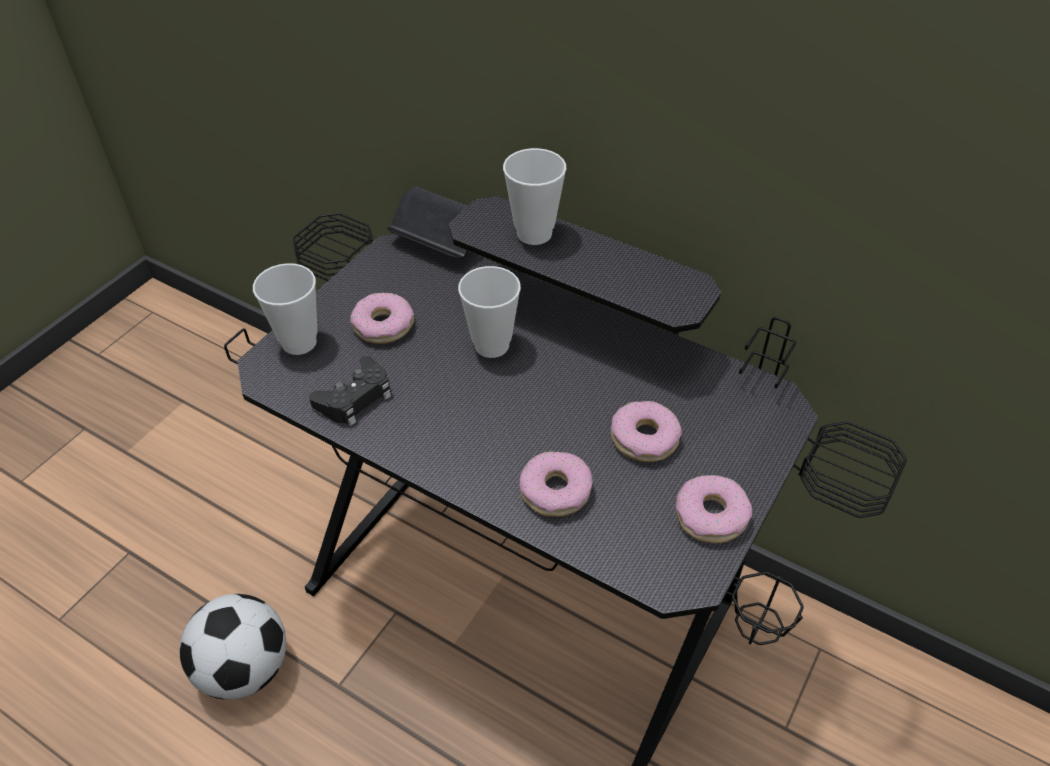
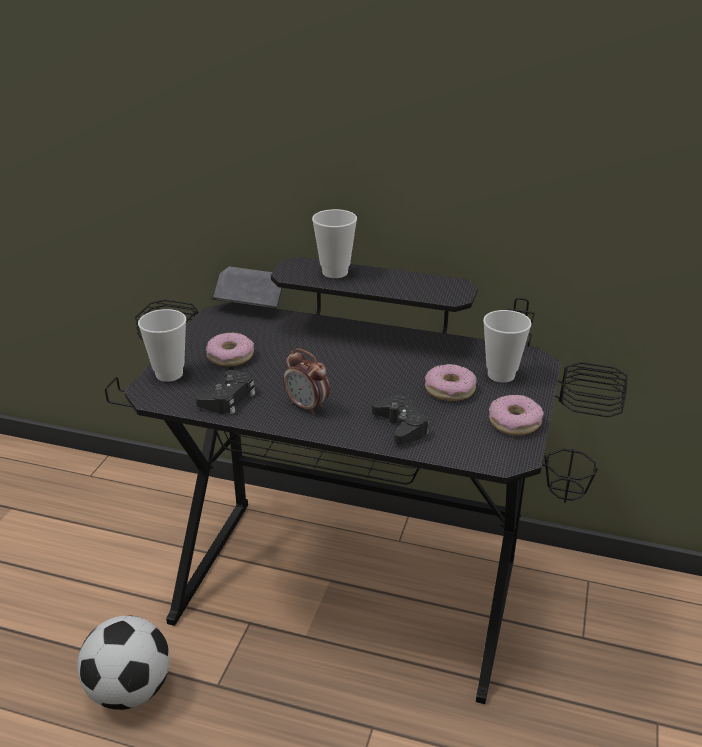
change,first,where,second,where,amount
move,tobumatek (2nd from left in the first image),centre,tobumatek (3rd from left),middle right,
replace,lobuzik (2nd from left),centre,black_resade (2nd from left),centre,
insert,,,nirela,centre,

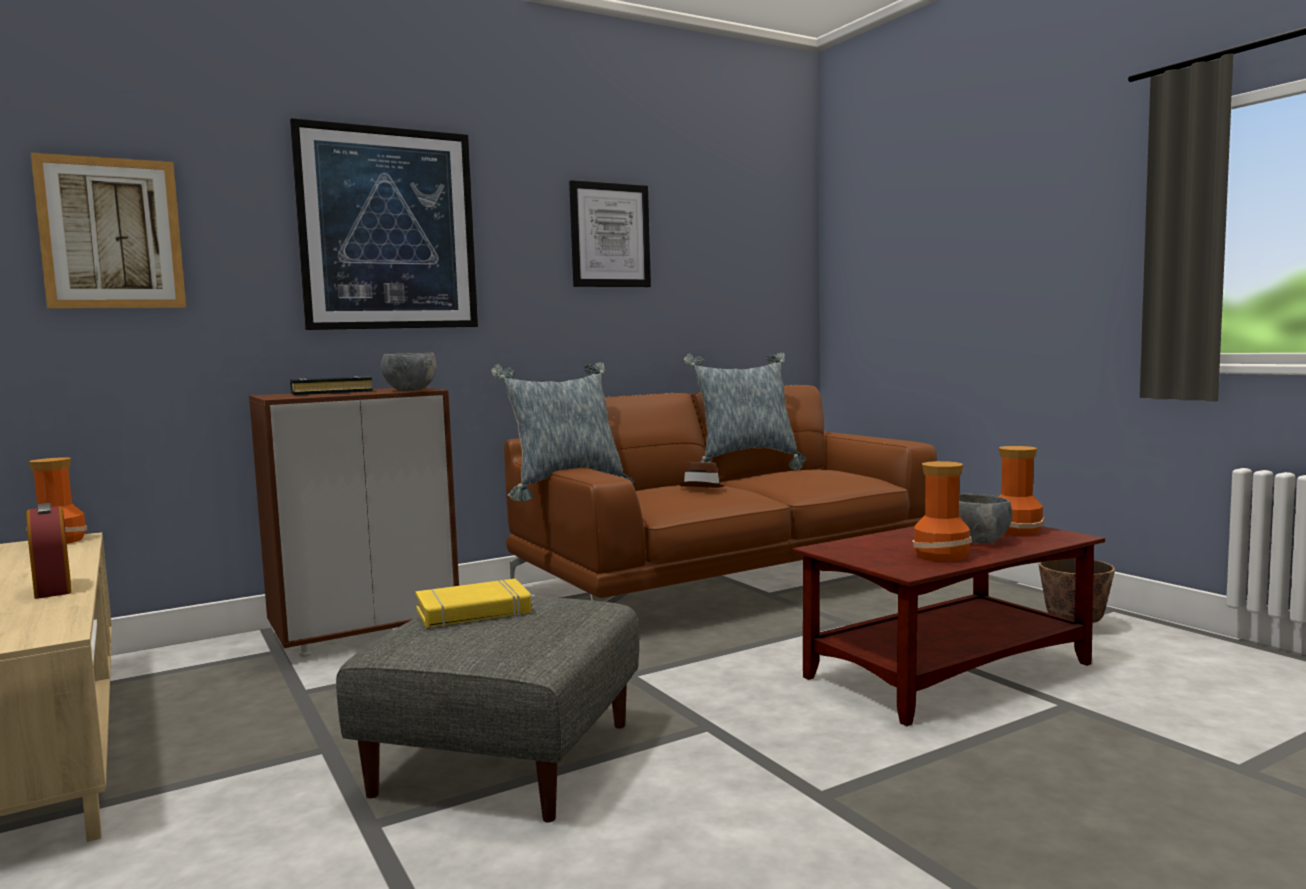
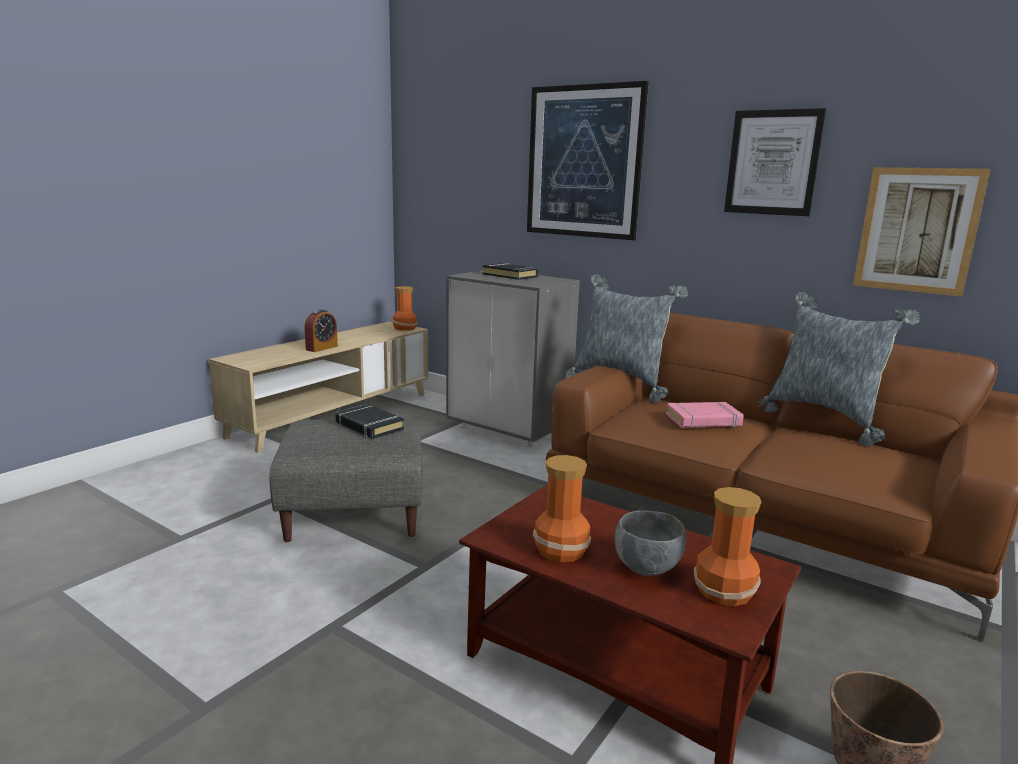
change,first,where,second,where,amount
move,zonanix (1st from left in the first image),top left,zonanix (3rd from left),top right,
recolor,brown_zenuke,middle left,grey_zenuke,centre,
delete,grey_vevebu (1st from left),middle left,,,
recolor,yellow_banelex,bottom centre,black_banelex (1st from left),centre,
replace,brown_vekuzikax,centre,pink_banelex,middle right,

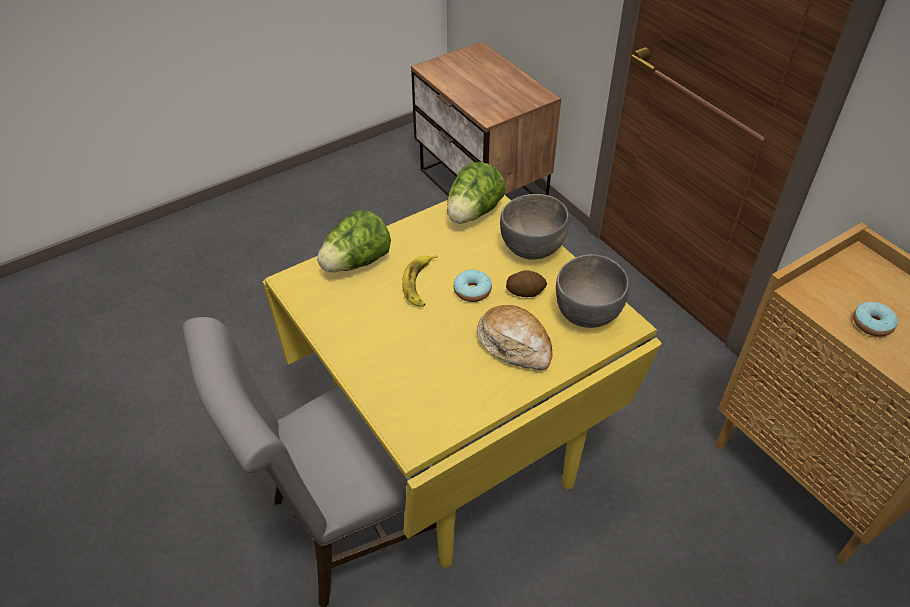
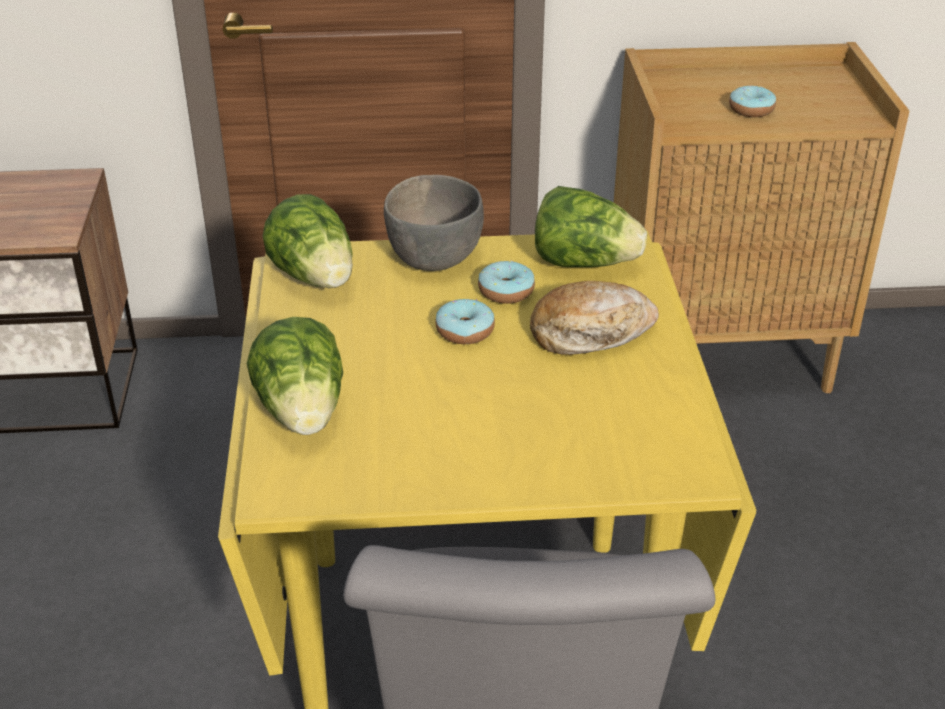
change,first,where,second,where,amount
delete,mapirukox,centre,,,
replace,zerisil,centre,lobuzik (2nd from left),centre,
replace,grey_vevebu (2nd from left),centre,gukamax (3rd from left),top centre,

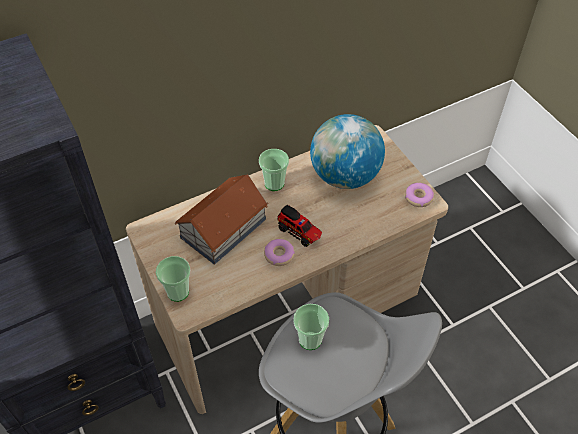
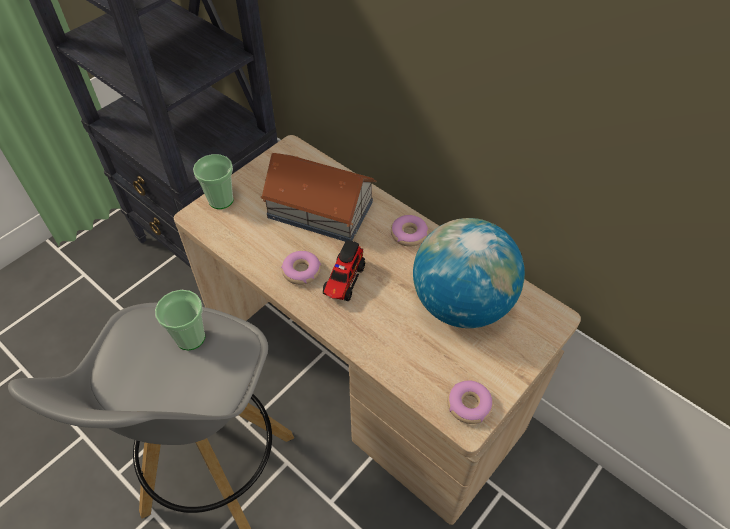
change,first,where,second,where,amount
replace,tobumatek (2nd from left),centre,lobuzik (2nd from left),centre,

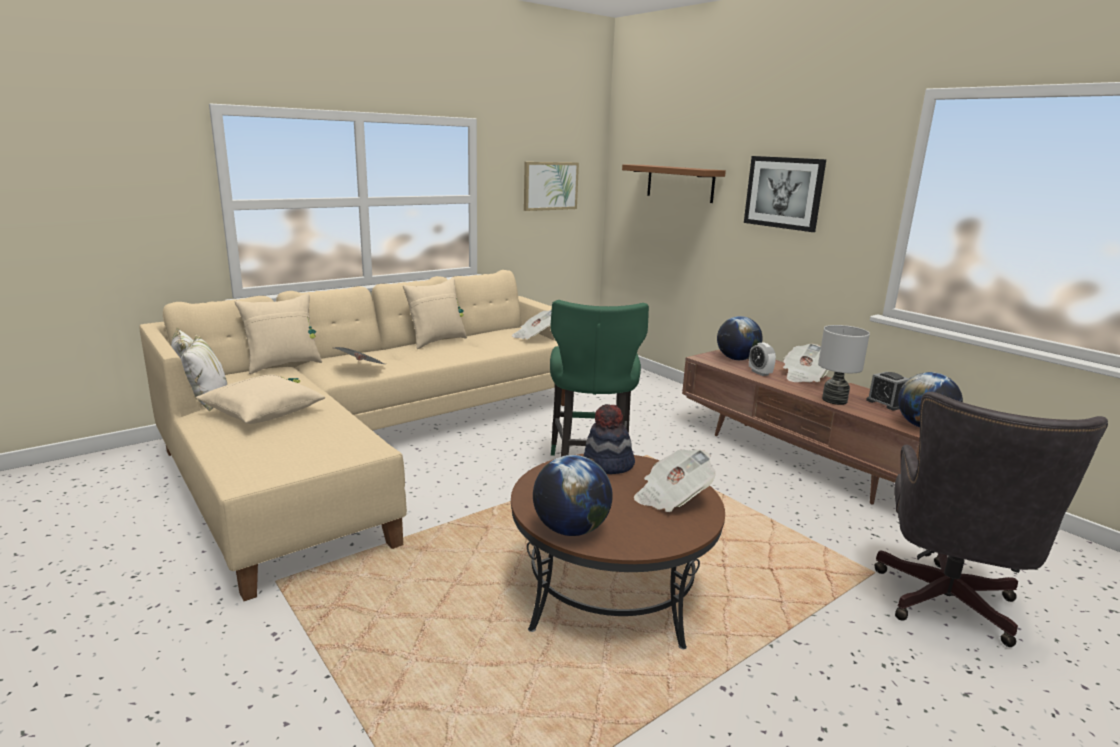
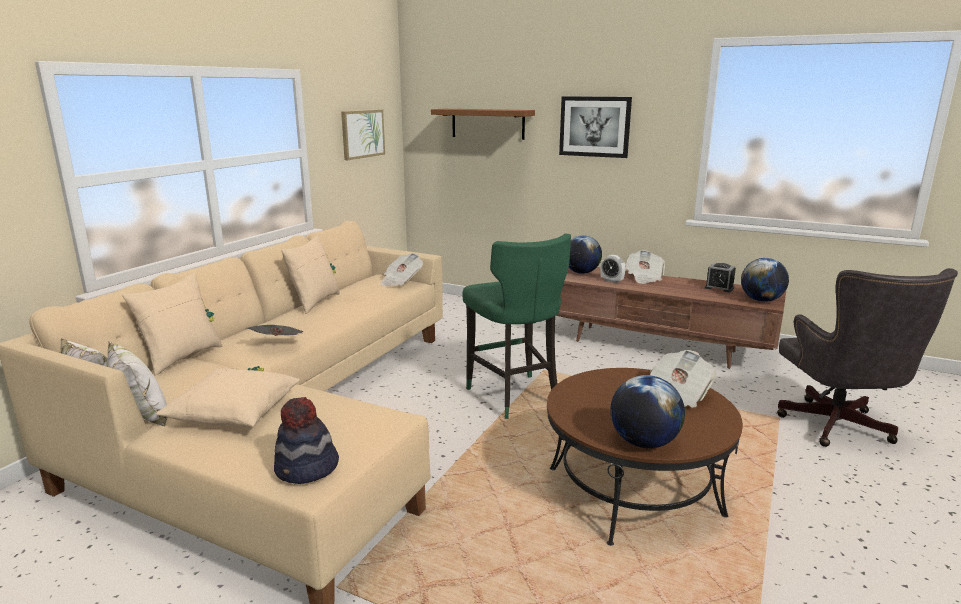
change,first,where,second,where,amount
move,vekuzikax,centre,,bottom left,
delete,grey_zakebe,middle right,,,

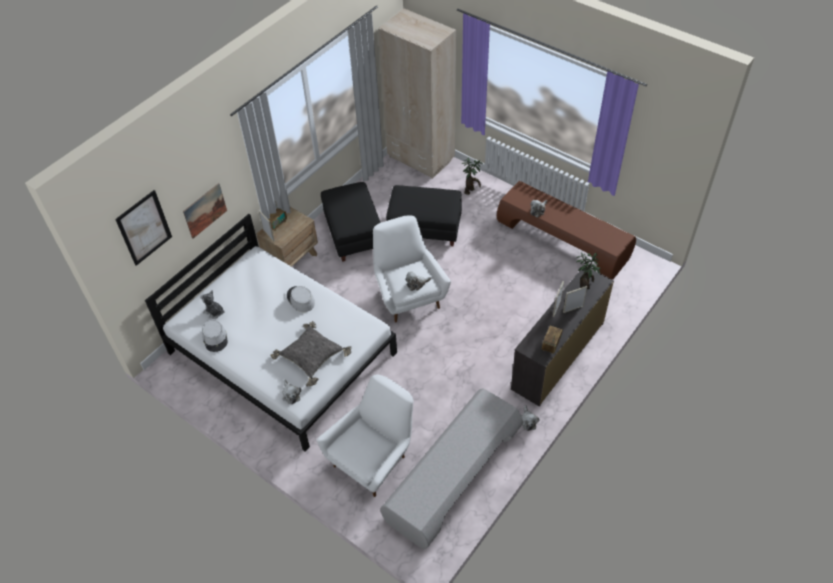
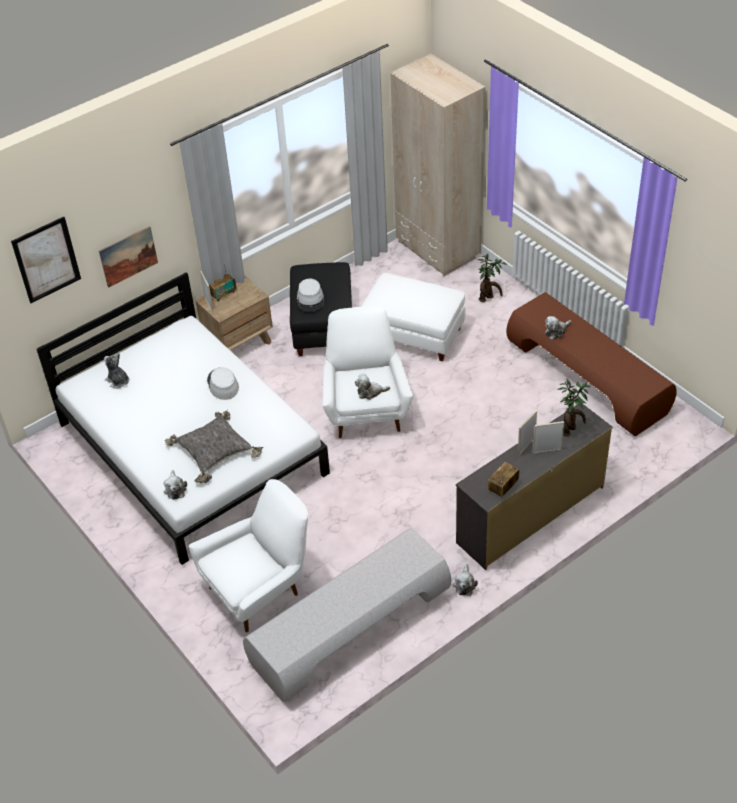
change,first,where,second,where,amount
move,grey_vekuzikax (1st from left in the first image),middle left,grey_vekuzikax (2nd from left),centre,
recolor,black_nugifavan (2nd from left),centre,white_nugifavan,centre,

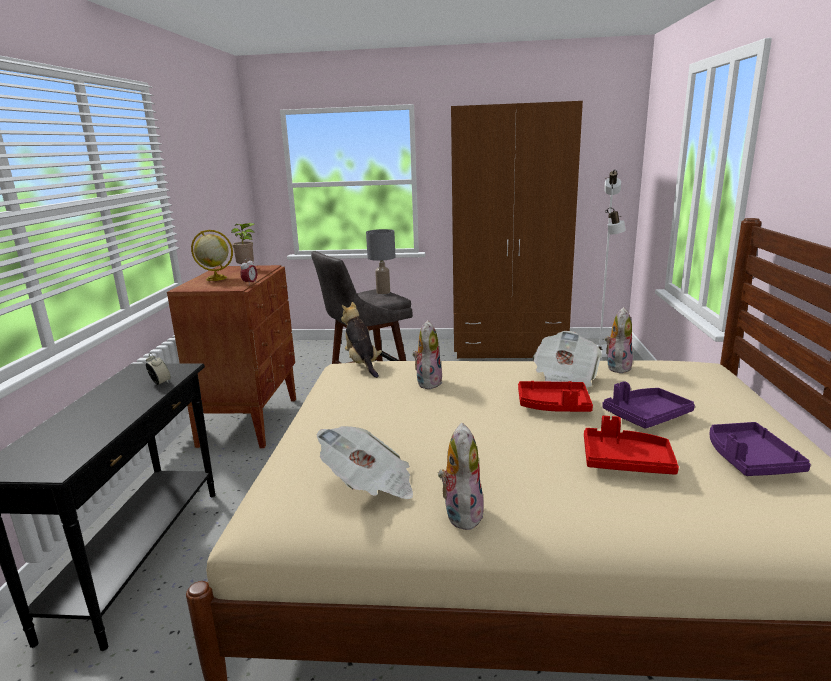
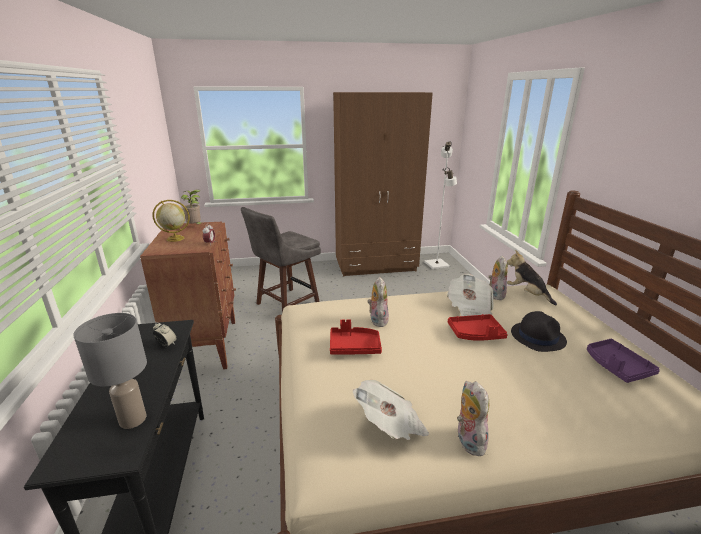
change,first,where,second,where,amount
move,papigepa (1st from left in the first image),centre,papigepa (4th from left),middle right,
move,grey_zakebe,centre,,bottom left,
move,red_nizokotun (2nd from left in the first image),middle right,red_nizokotun (1st from left),centre,
replace,purple_nizokotun (1st from left),middle right,black_vekuzikax,middle right,

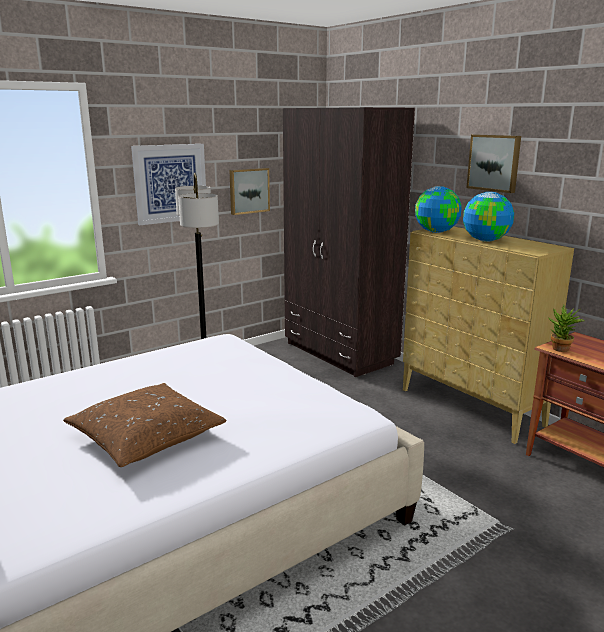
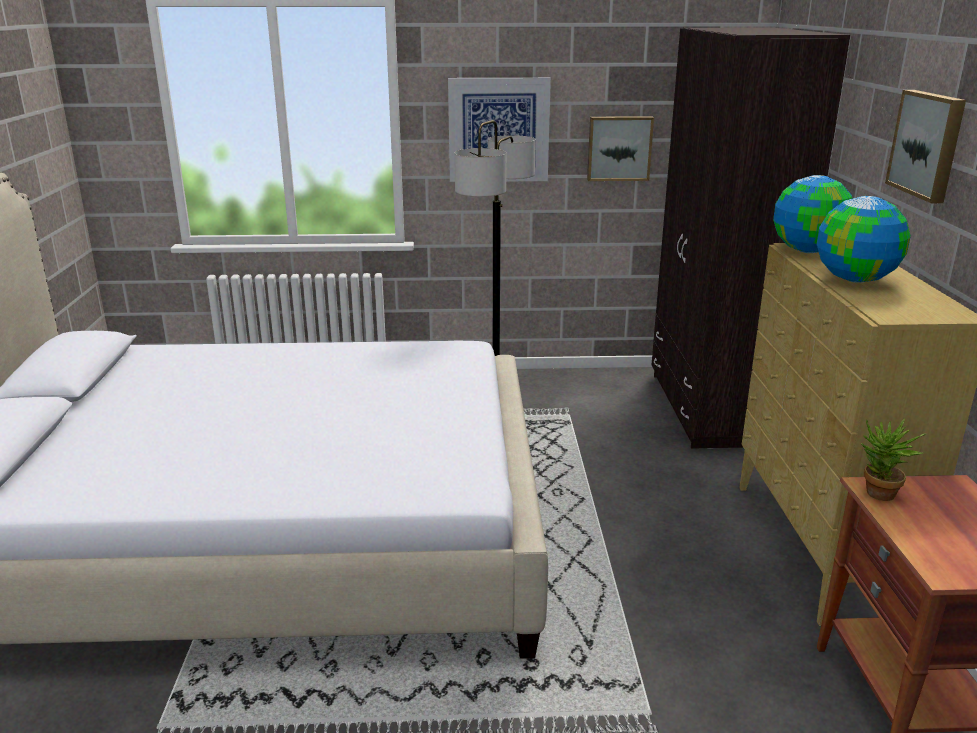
change,first,where,second,where,amount
delete,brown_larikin,bottom left,,,

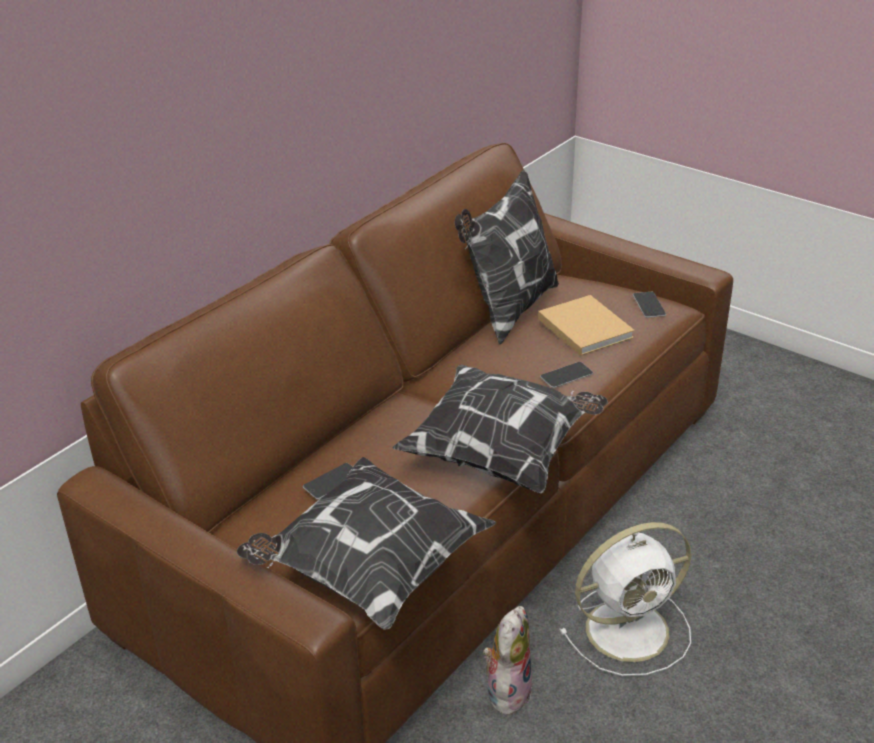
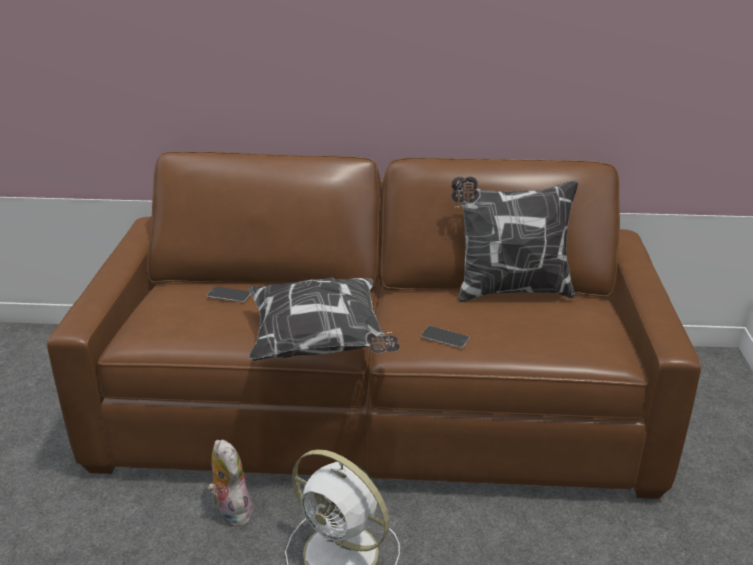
change,first,where,second,where,amount
delete,larikin (1st from left),bottom centre,,,
rotate,papigepa,bottom centre,,bottom left,105 degrees counterclockwise
delete,beige_banelex,middle right,,,
delete,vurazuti (3rd from left),middle right,,,

